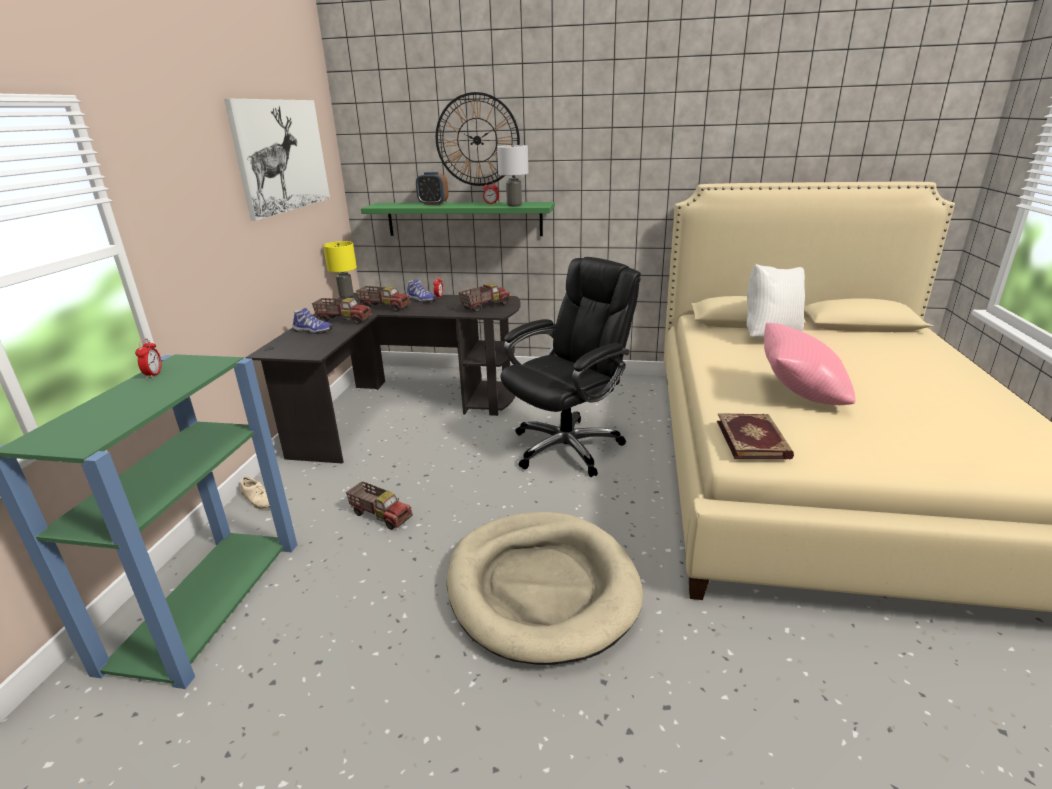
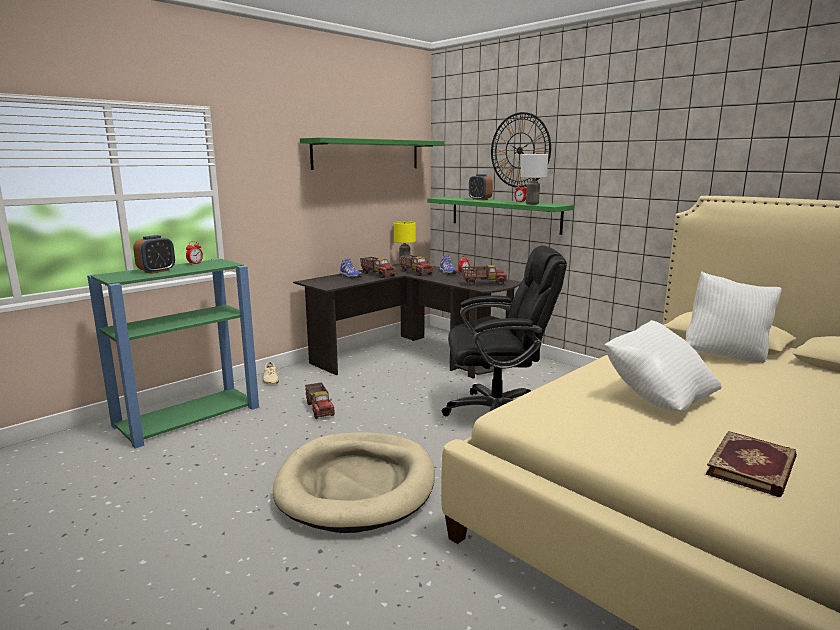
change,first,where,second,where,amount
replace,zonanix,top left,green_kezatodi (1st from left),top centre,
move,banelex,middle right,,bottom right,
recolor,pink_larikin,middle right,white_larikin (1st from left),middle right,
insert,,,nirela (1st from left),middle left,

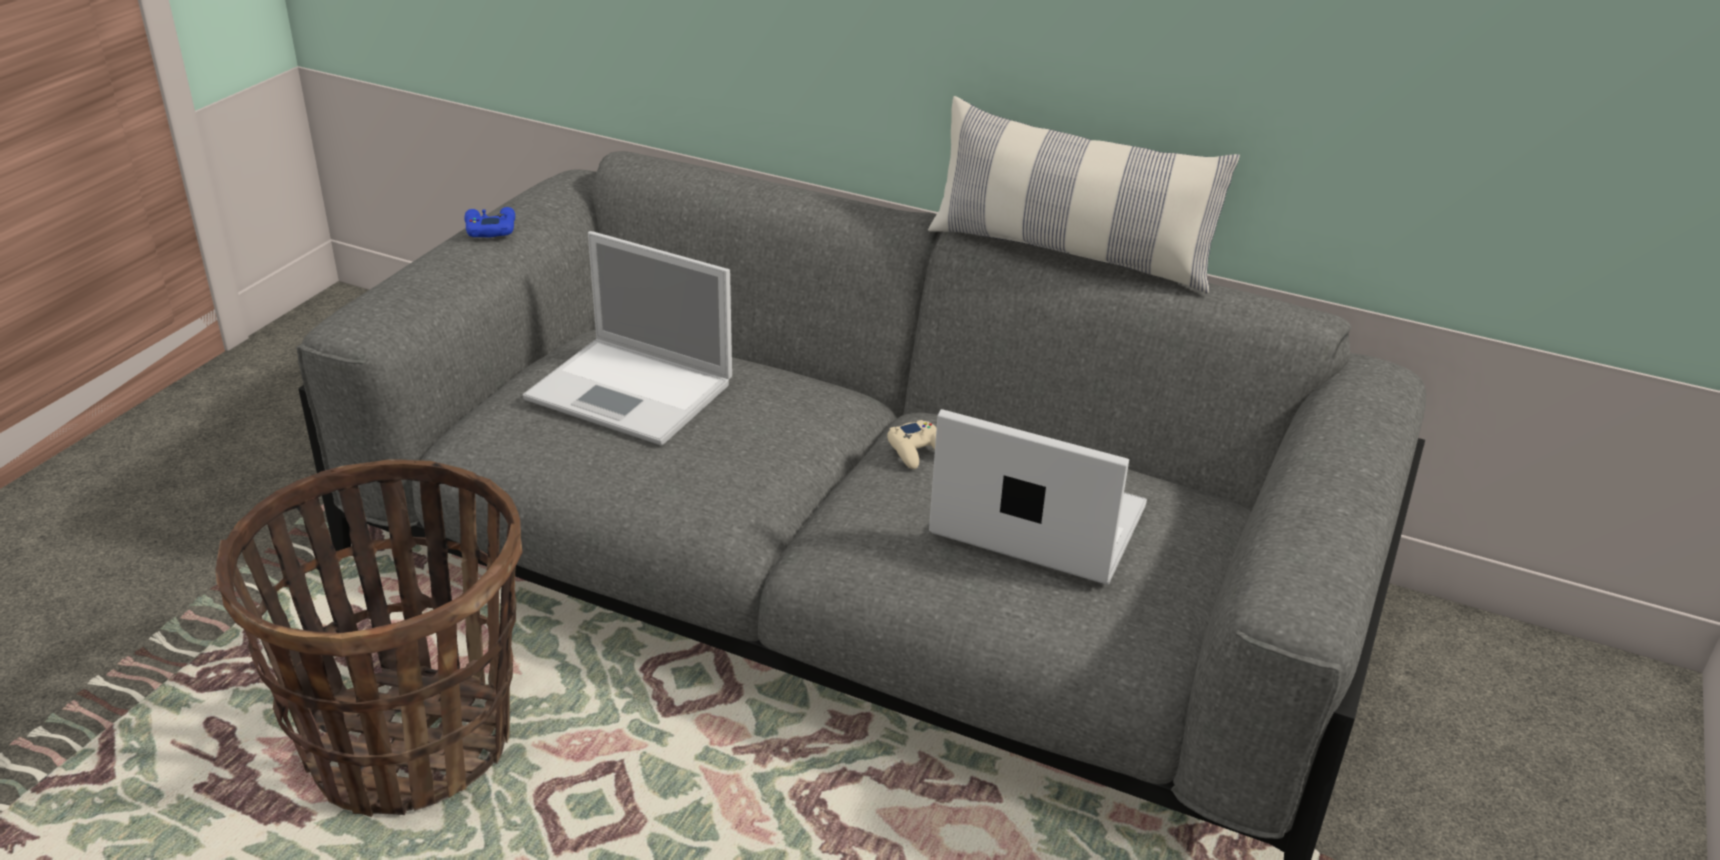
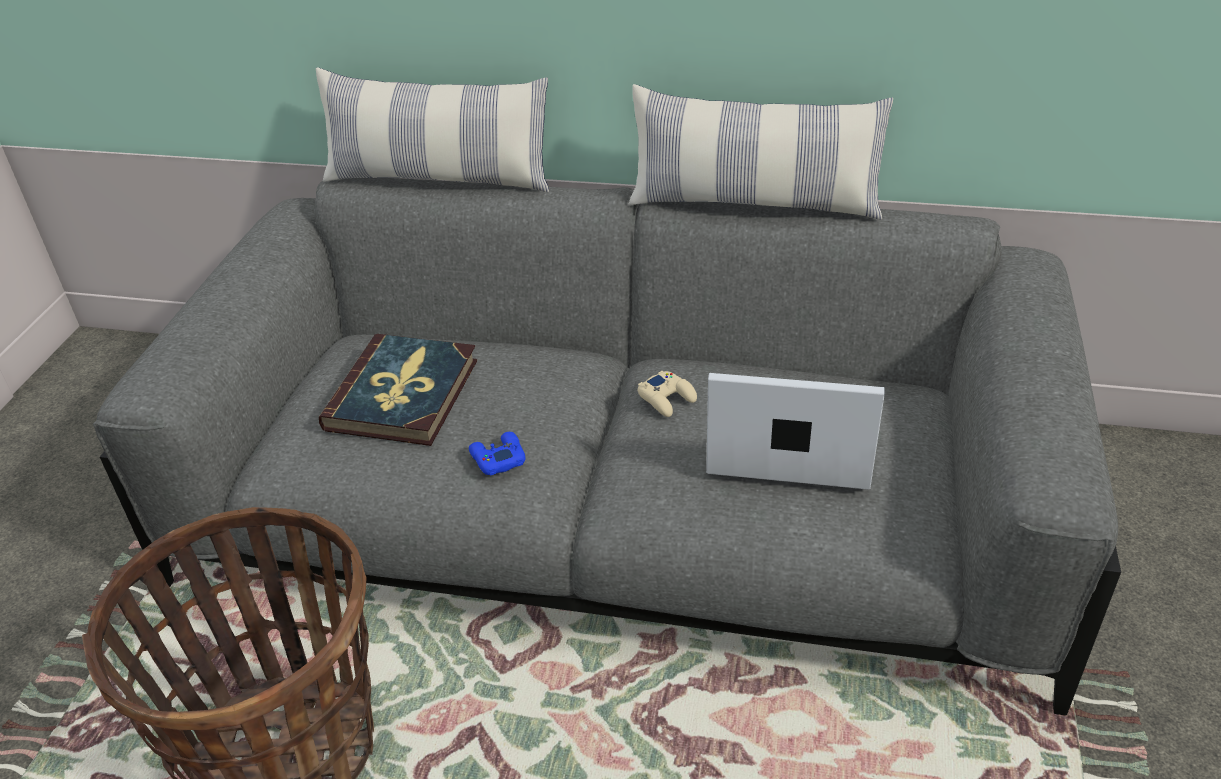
change,first,where,second,where,amount
move,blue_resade,top left,,centre,
replace,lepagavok (1st from left),centre,banelex,middle left,
insert,,,larikin (1st from left),top centre,

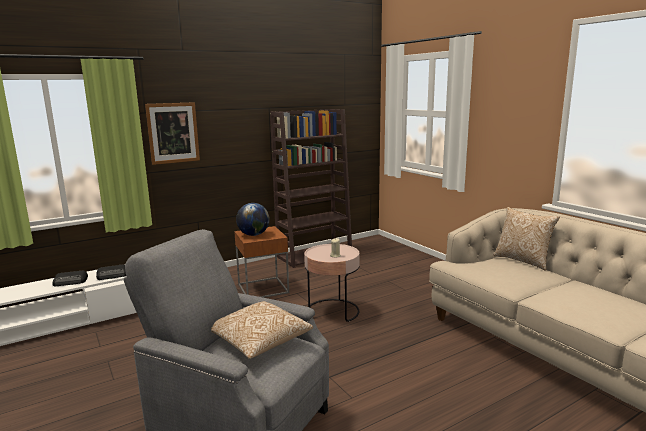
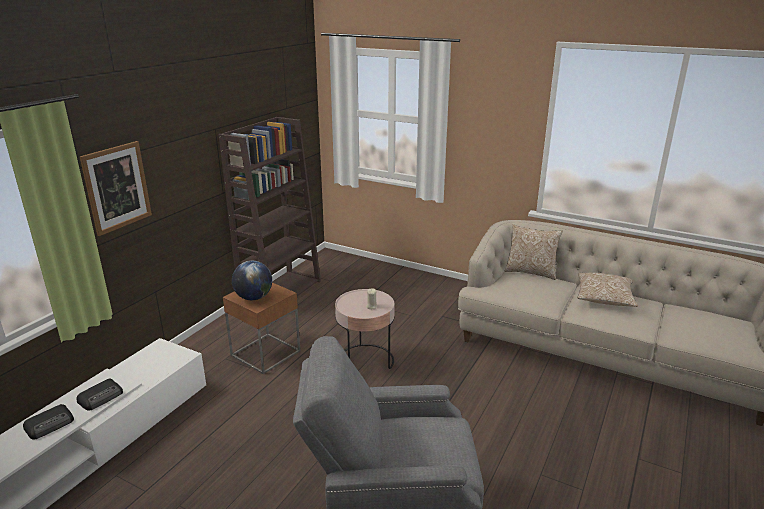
change,first,where,second,where,amount
move,larikin (1st from left in the first image),bottom centre,larikin (2nd from left),middle right,

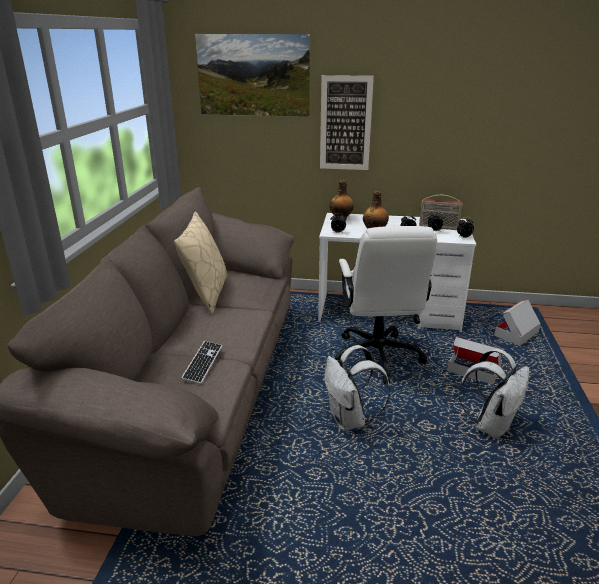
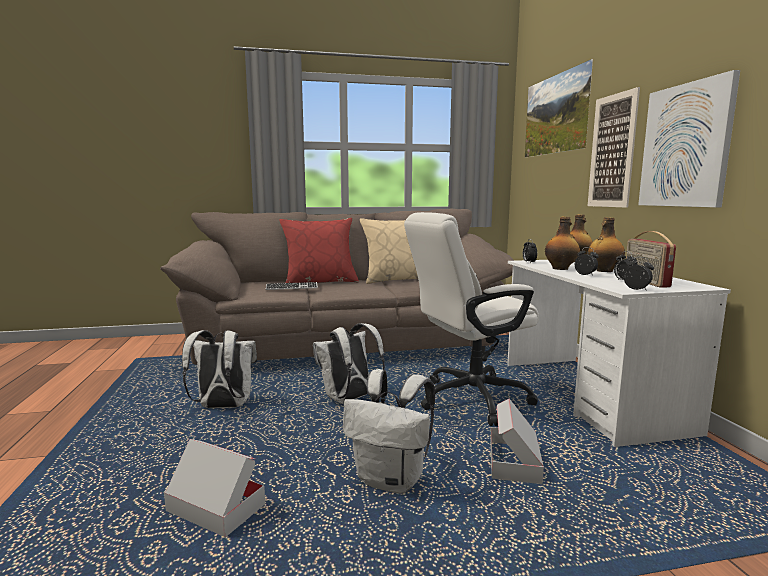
change,first,where,second,where,amount
move,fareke (2nd from left in the first image),middle right,fareke (1st from left),bottom left,
insert,,,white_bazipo (1st from left),middle left,
insert,,,red_larikin,centre,
insert,,,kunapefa (3rd from left),middle right,
insert,,,zonanix (3rd from left),top right,

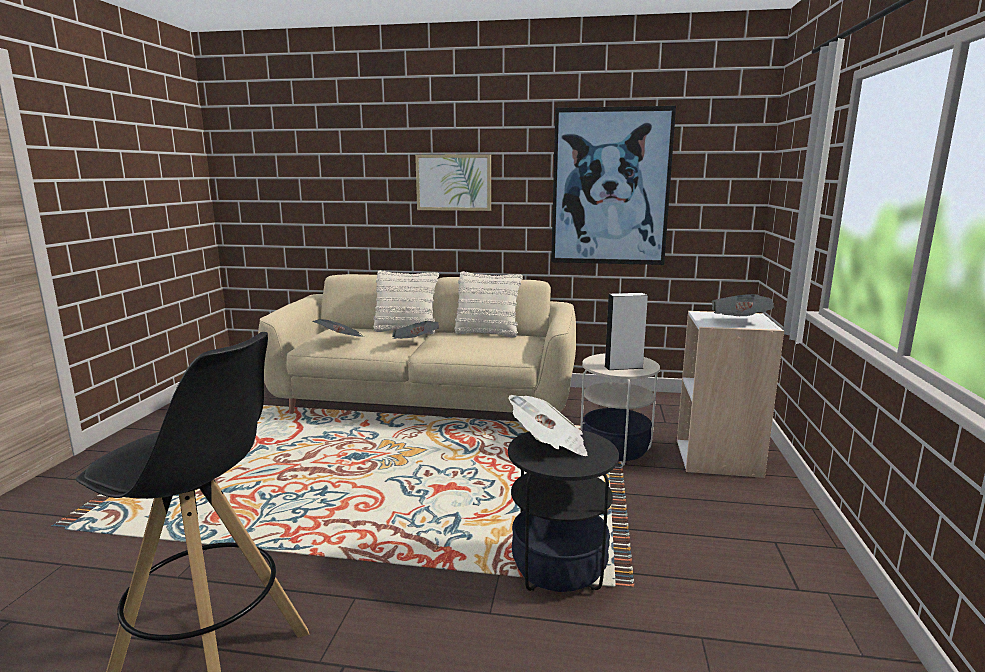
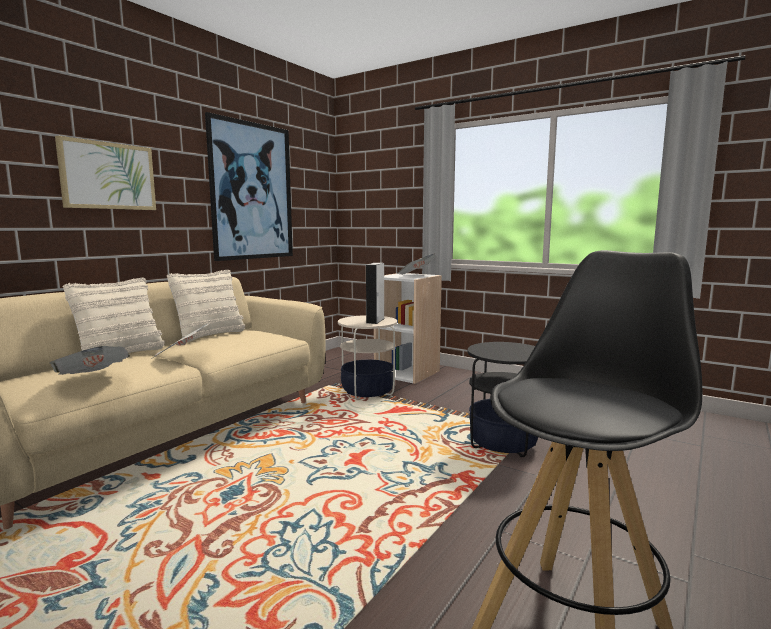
change,first,where,second,where,amount
delete,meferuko (3rd from left),centre,,,

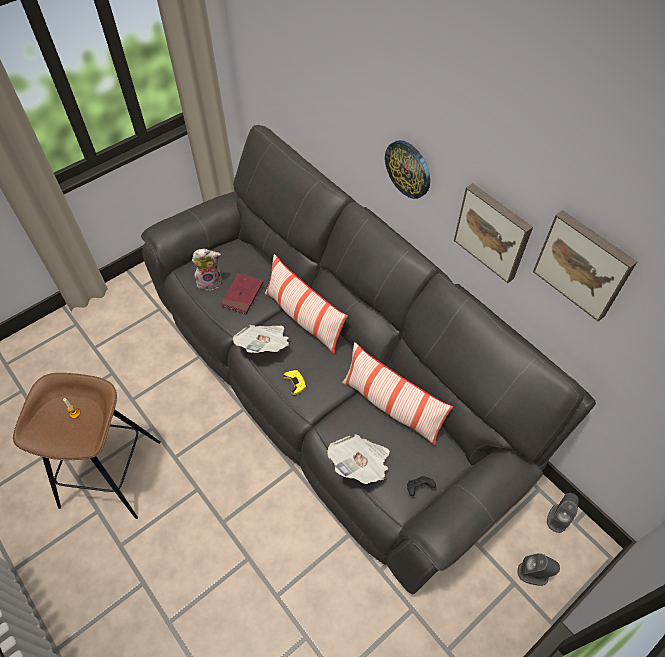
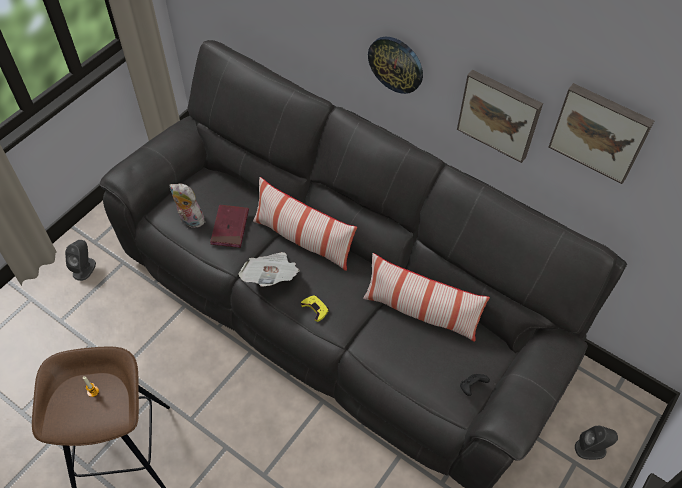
change,first,where,second,where,amount
rotate,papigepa,middle left,,middle left,120 degrees counterclockwise
delete,meferuko (2nd from left),bottom centre,,,
move,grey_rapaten (2nd from left in the first image),bottom right,grey_rapaten (1st from left),middle left,

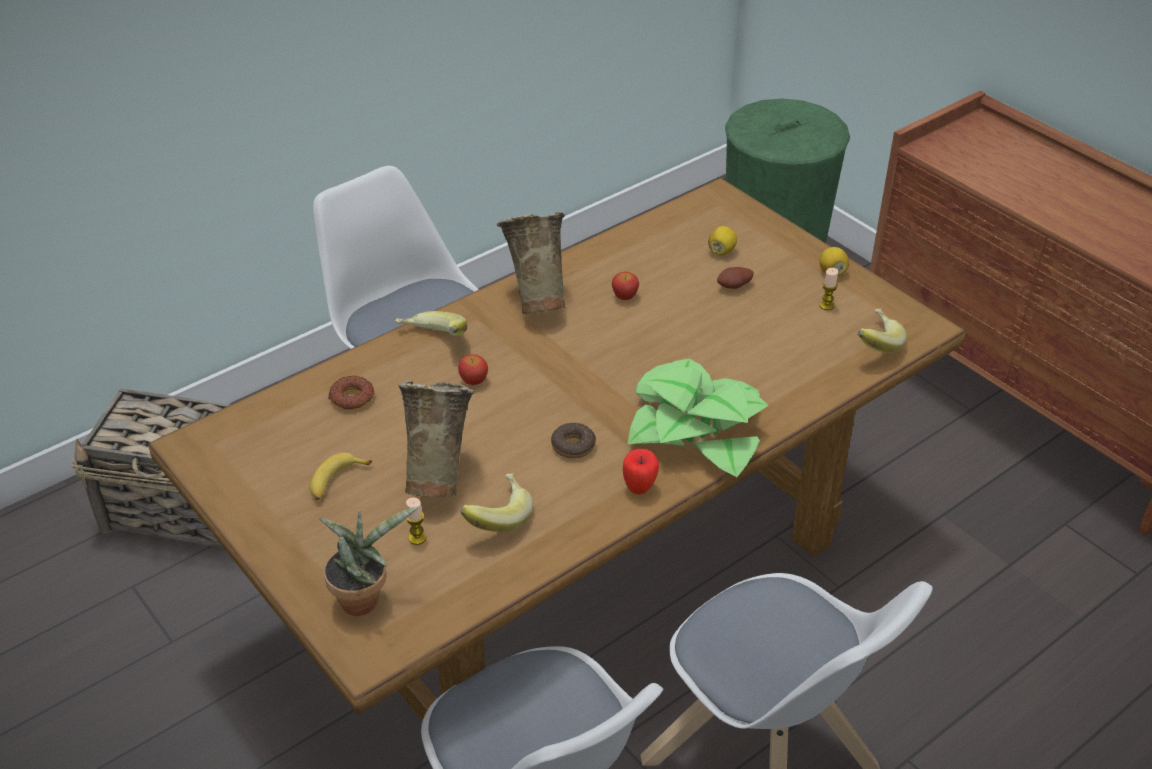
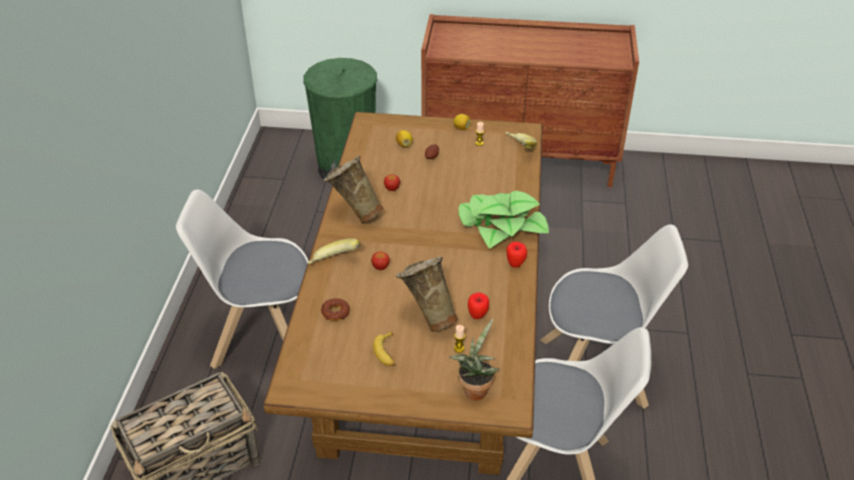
change,first,where,second,where,amount
replace,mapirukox (3rd from left),centre,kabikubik (3rd from left),centre,
delete,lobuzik (2nd from left),centre,,,

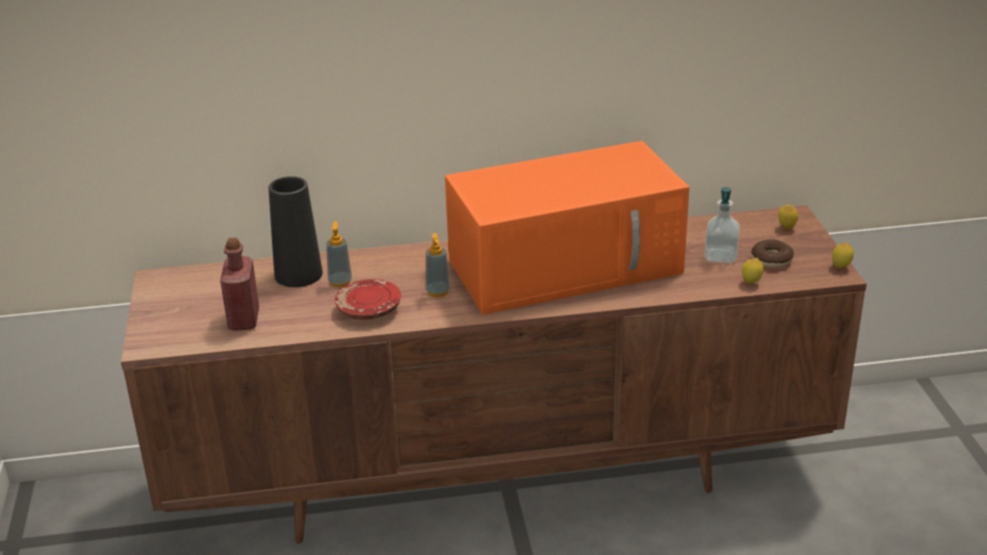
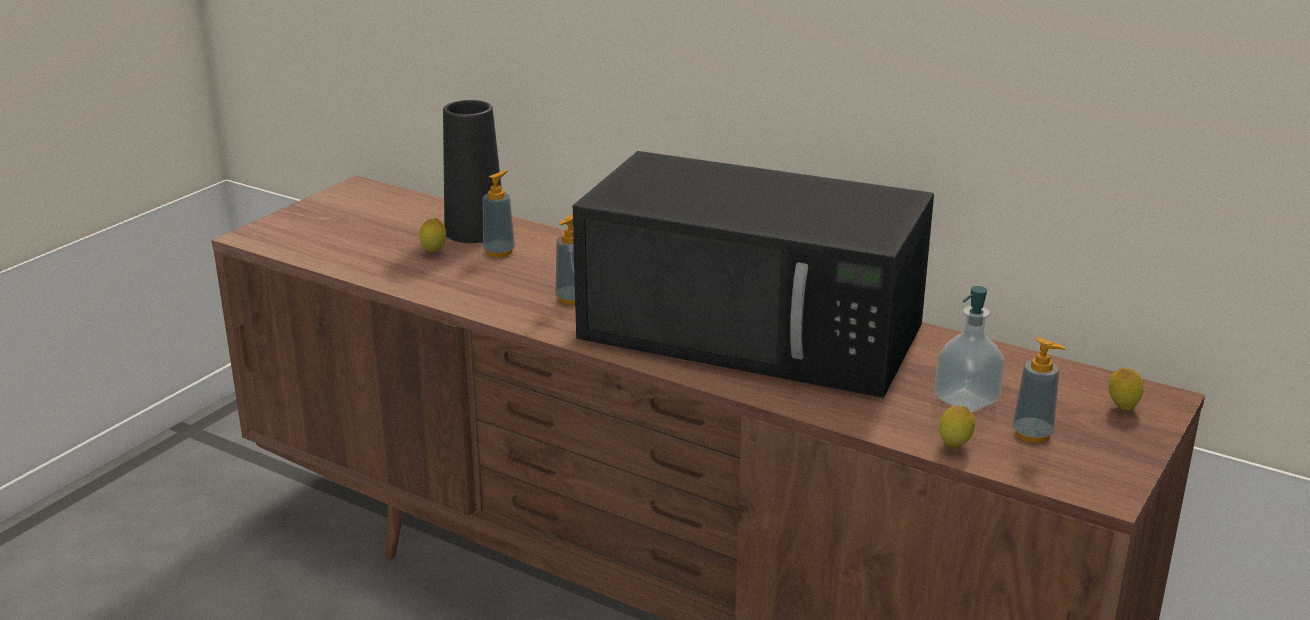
change,first,where,second,where,amount
delete,red_kunapefa,middle left,,,
delete,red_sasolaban,centre,,,
recolor,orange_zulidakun,centre,black_zulidakun,centre,
replace,lobuzik,middle right,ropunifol (4th from left),middle right,
move,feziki (3rd from left in the first image),middle right,feziki (1st from left),middle left,

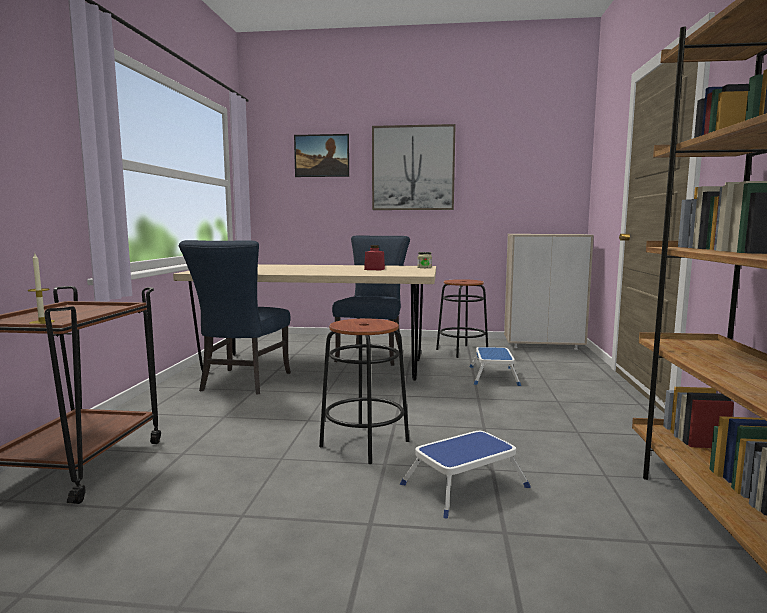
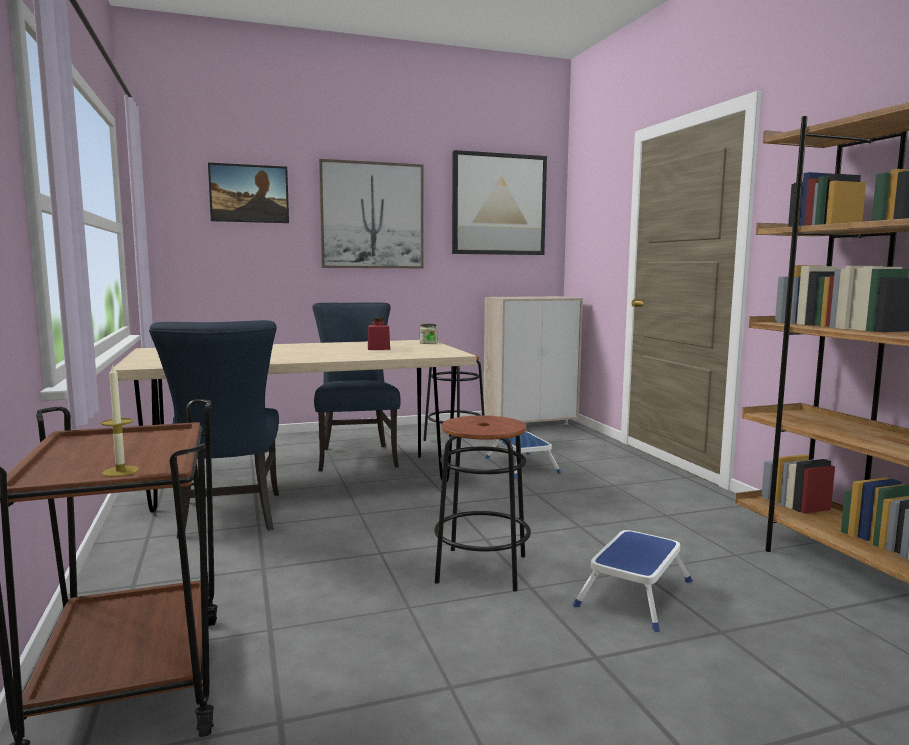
change,first,where,second,where,amount
insert,,,zonanix (3rd from left),top centre,

